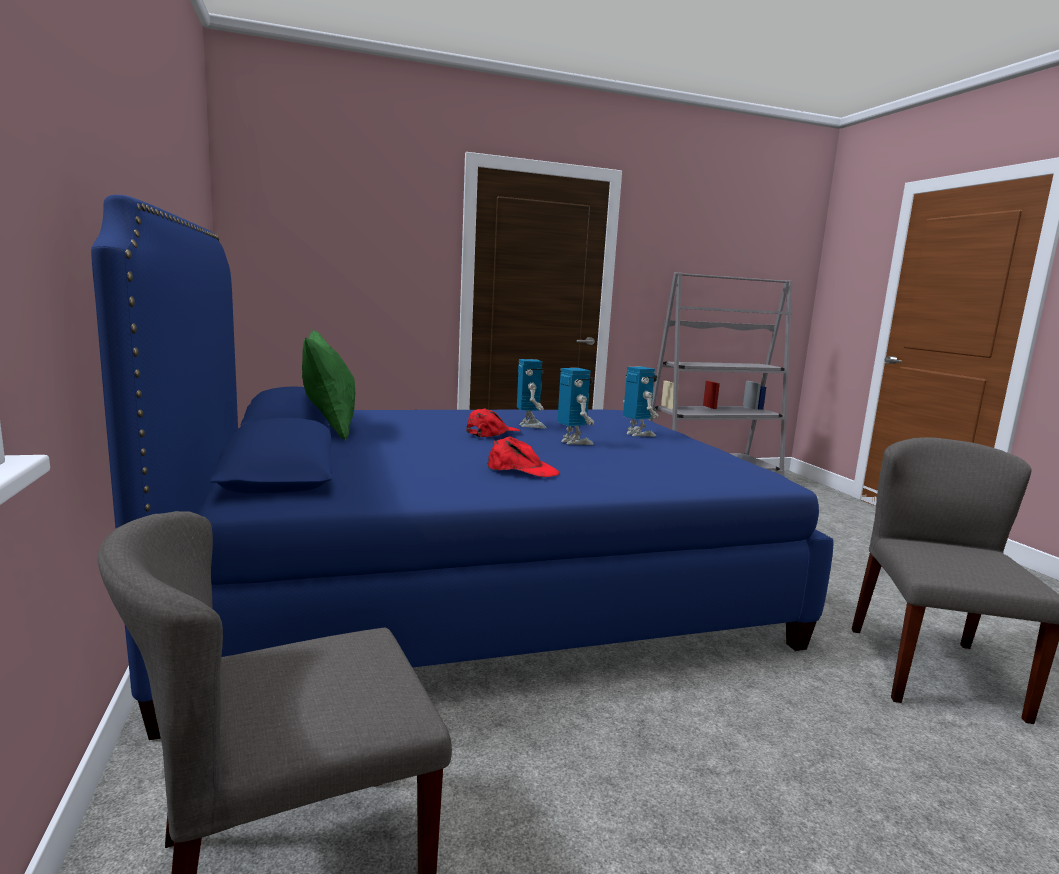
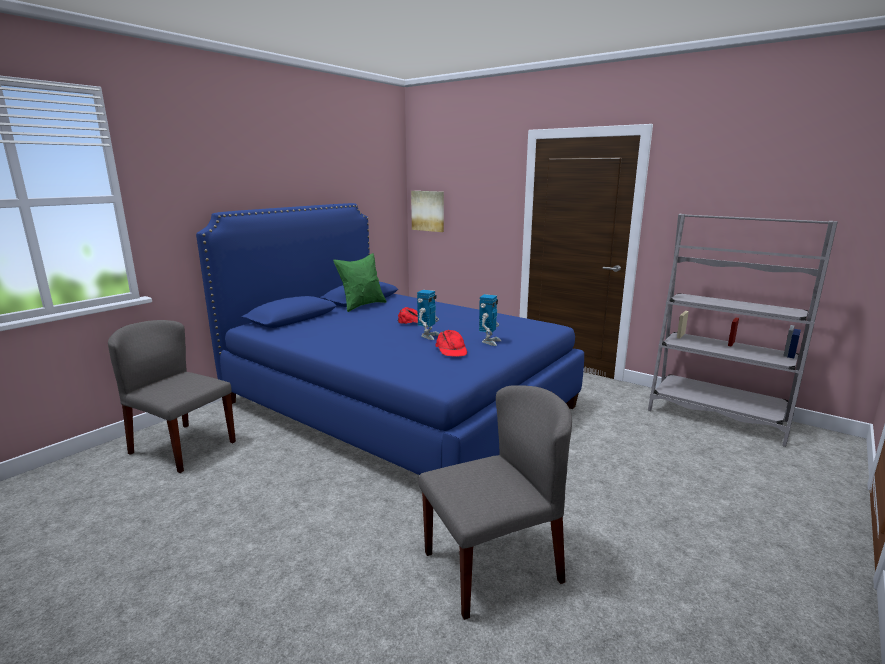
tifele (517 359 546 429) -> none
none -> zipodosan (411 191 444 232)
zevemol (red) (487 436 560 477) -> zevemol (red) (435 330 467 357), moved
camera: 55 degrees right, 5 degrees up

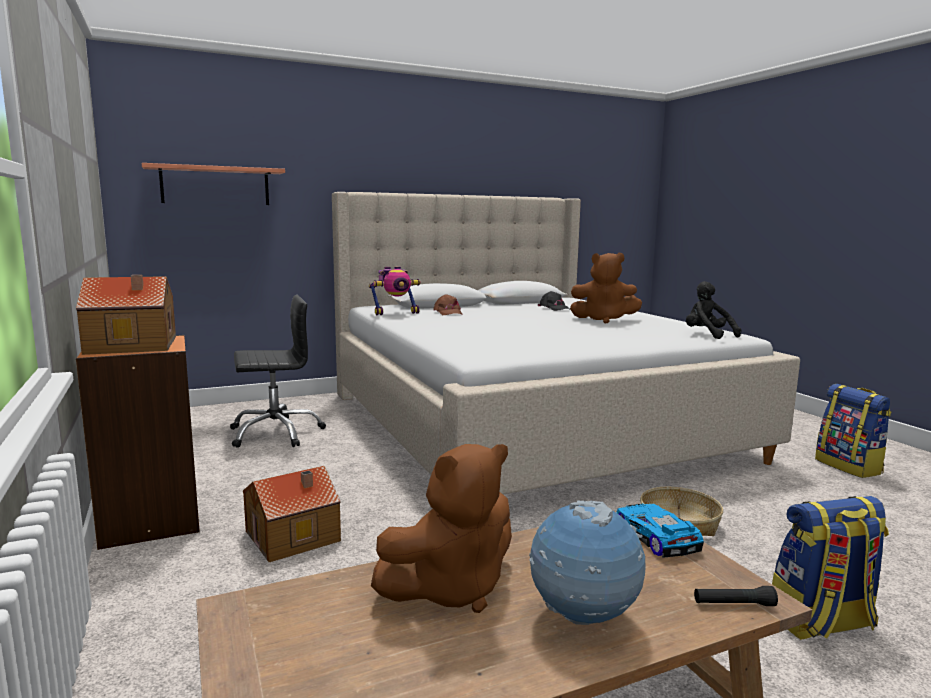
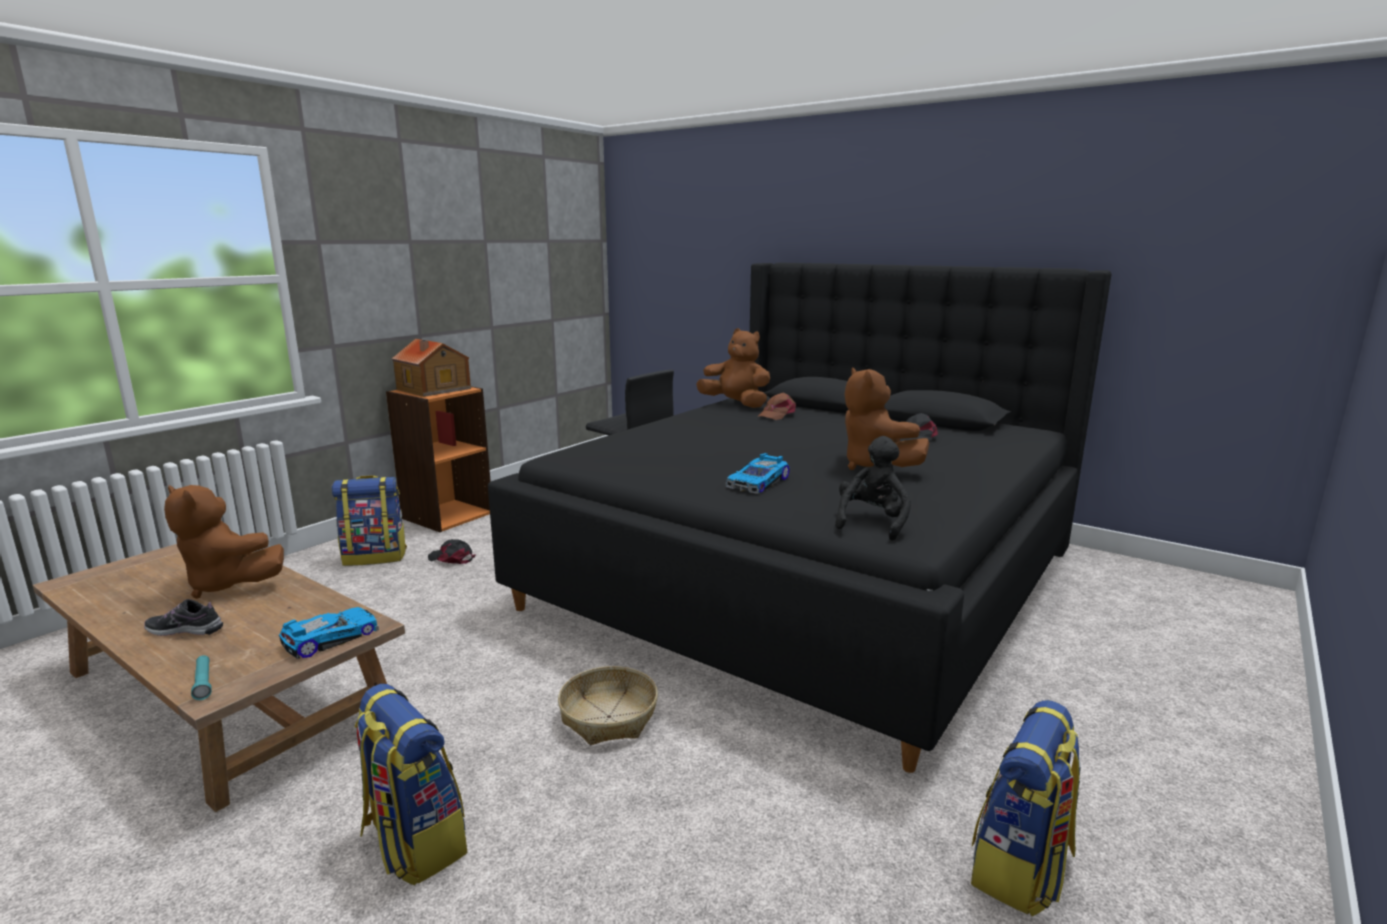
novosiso (142 163 285 205) -> none
none -> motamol (331 475 407 566)
none -> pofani (726 453 790 494)
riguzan (243 466 341 562) -> zevemol (black) (428 539 476 564)
tifele (369 267 421 315) -> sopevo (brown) (696 328 770 408)
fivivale (529 501 646 625) -> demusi (144 599 223 636)
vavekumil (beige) (332 192 800 494) -> vavekumil (black) (488 263 1112 773)
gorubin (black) (694 586 778 606) -> gorubin (turquoise) (191 655 211 700)
camera: 60 degrees right, 5 degrees up

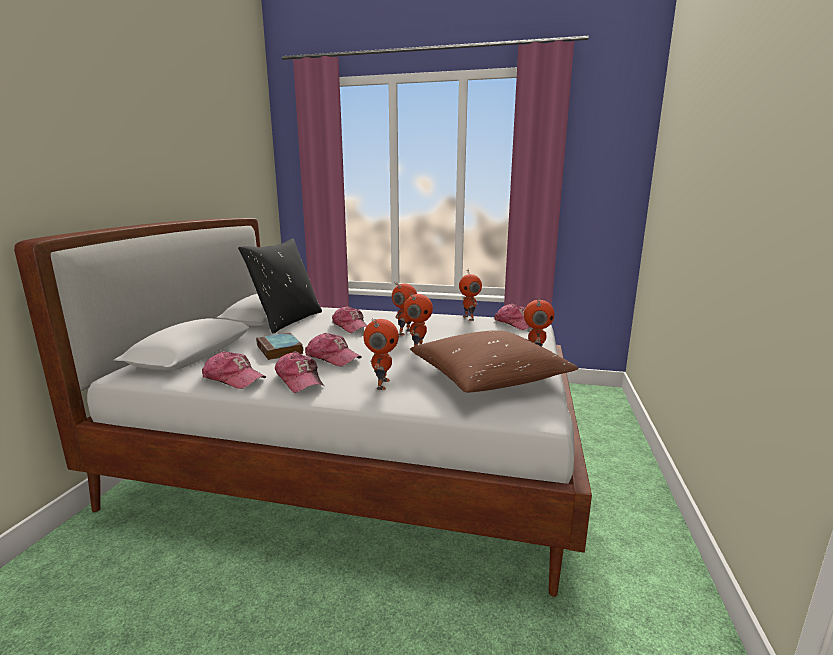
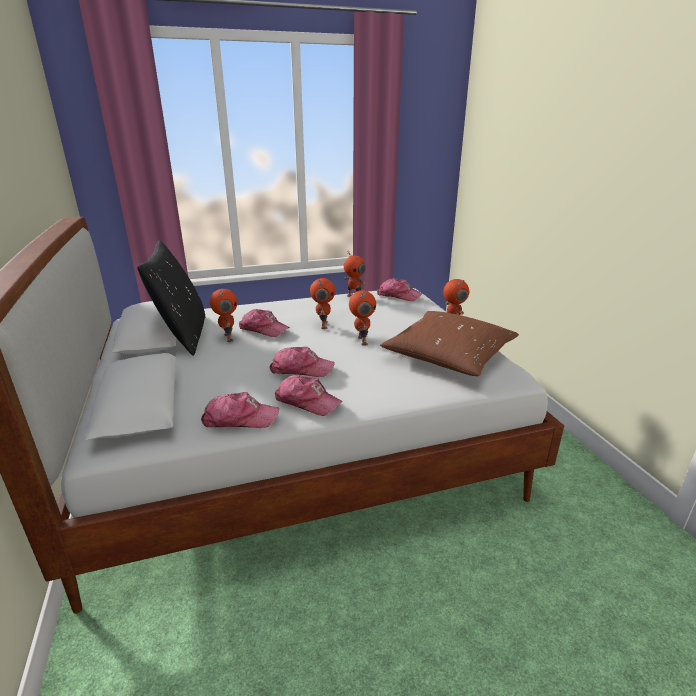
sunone (256 333 303 360) -> none
tifele (363 319 399 390) -> tifele (210 289 237 342), moved
camera: 30 degrees left, 10 degrees up

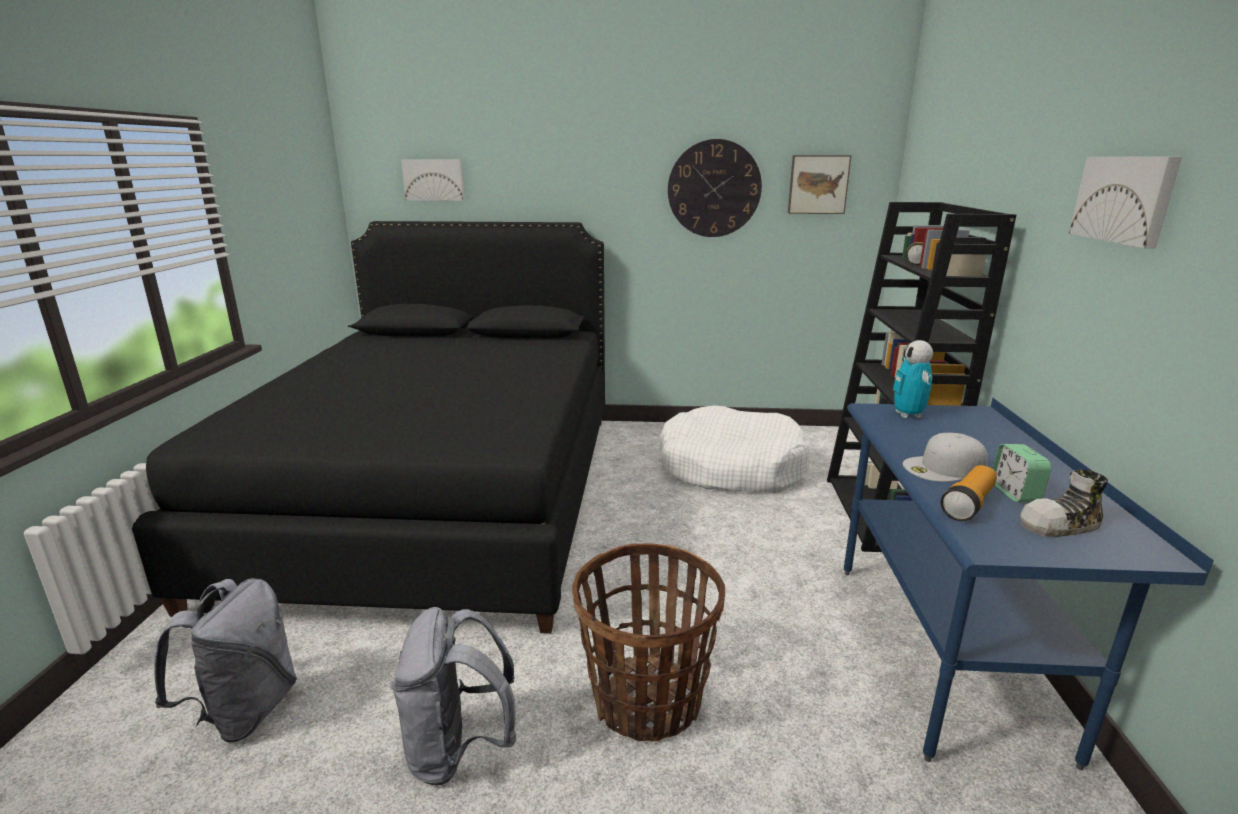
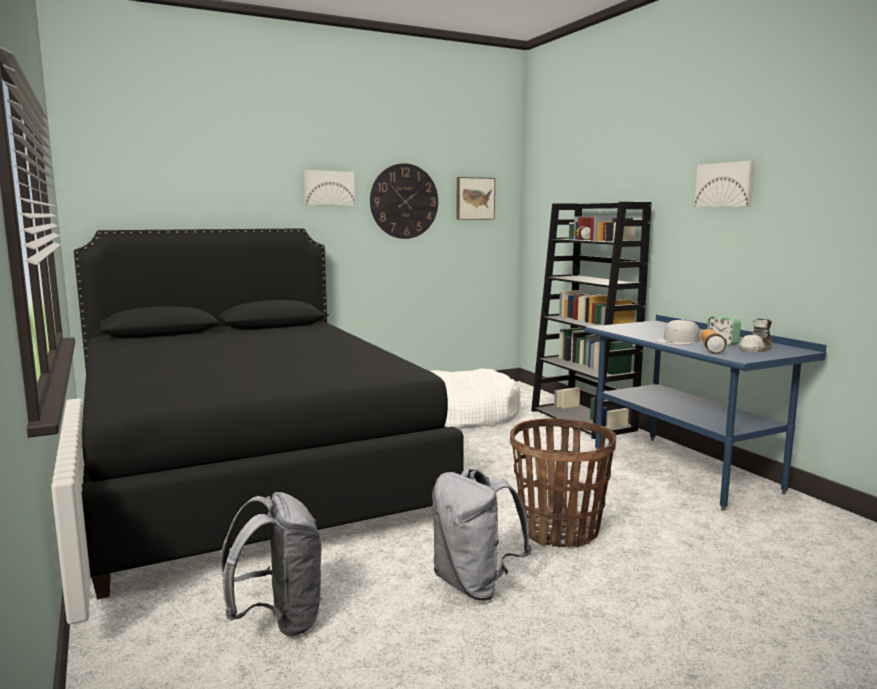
tifele (893 340 933 418) -> none
zipodosan (401 159 464 201) -> zipodosan (304 170 355 205), moved
camera: 30 degrees left, 10 degrees down

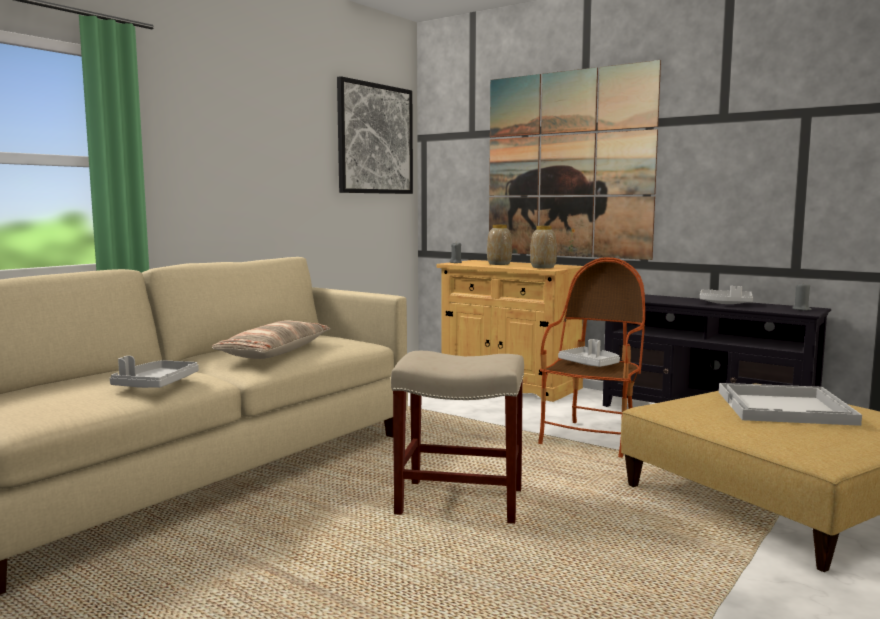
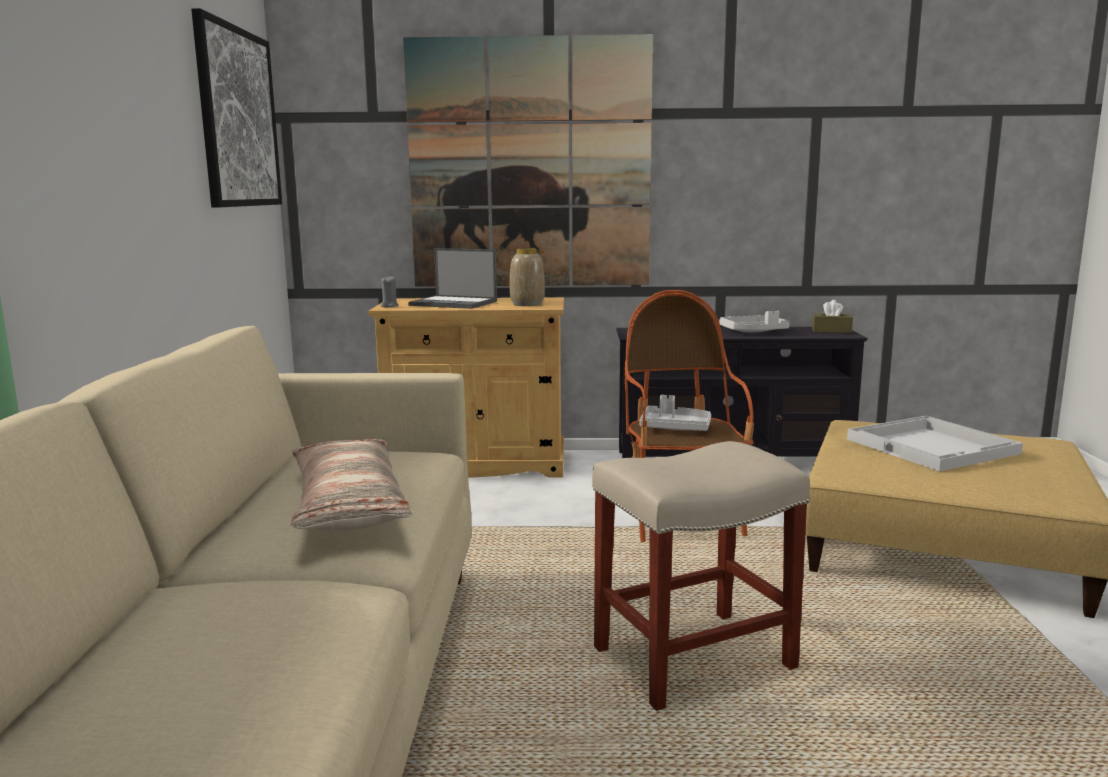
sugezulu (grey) (110 356 199 388) -> none
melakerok (487 225 512 265) -> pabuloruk (408 248 497 309)
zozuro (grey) (792 282 812 311) -> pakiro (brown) (812 300 853 333)
camera: 35 degrees left, 5 degrees up

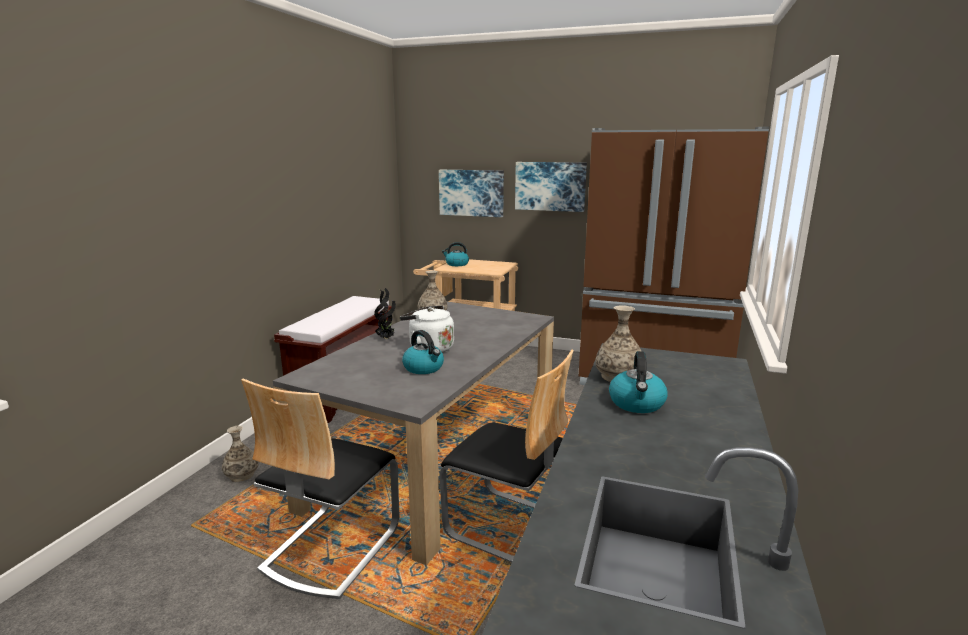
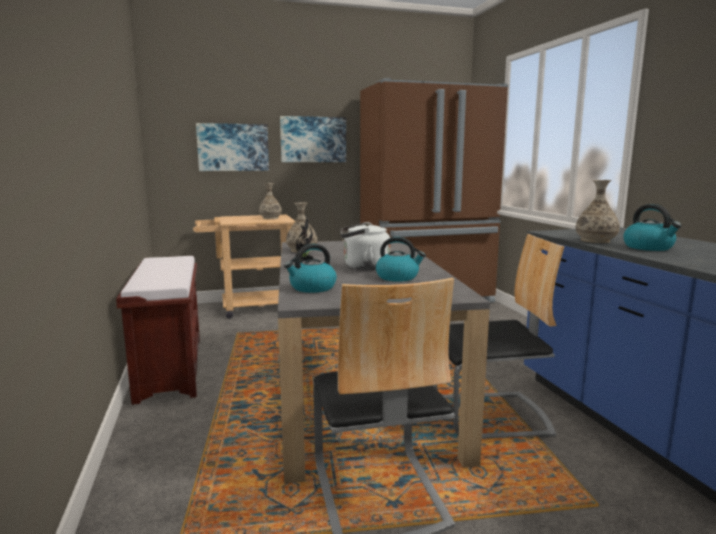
melakerok (222 426 259 482) -> melakerok (259 183 282 219), moved
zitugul (442 242 469 266) -> zitugul (284 244 337 293), moved
camera: 35 degrees left, 5 degrees down

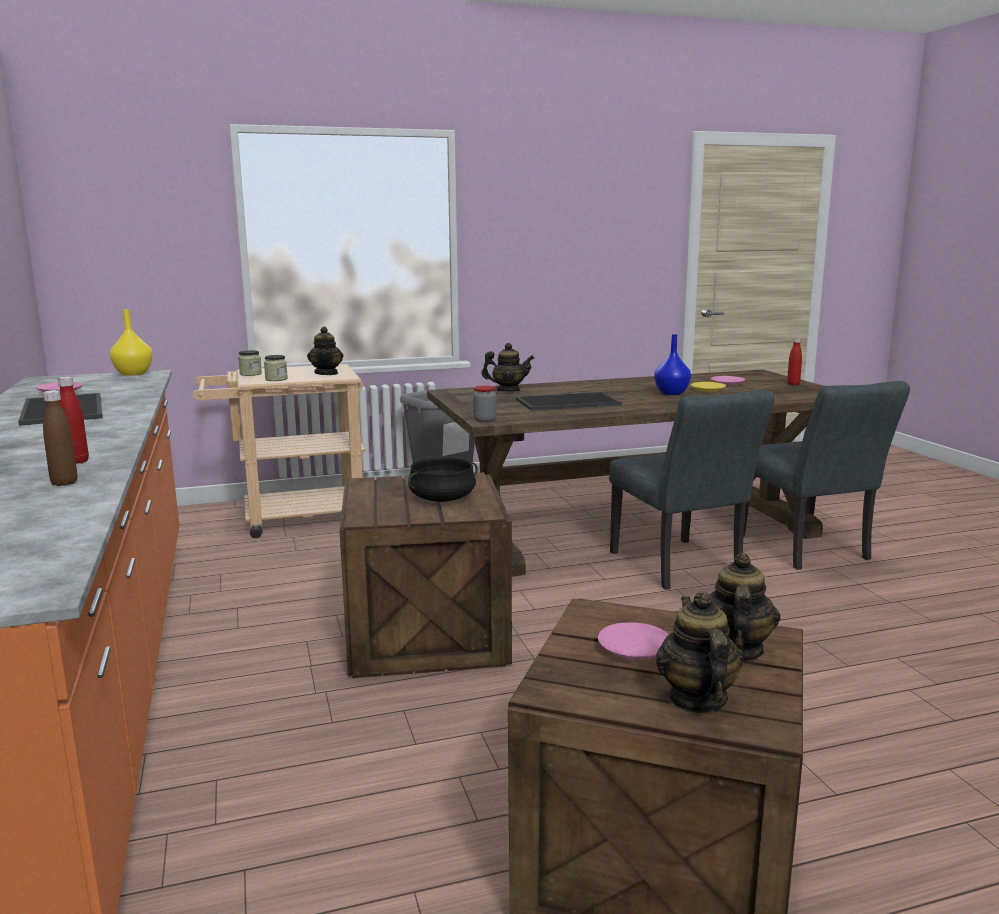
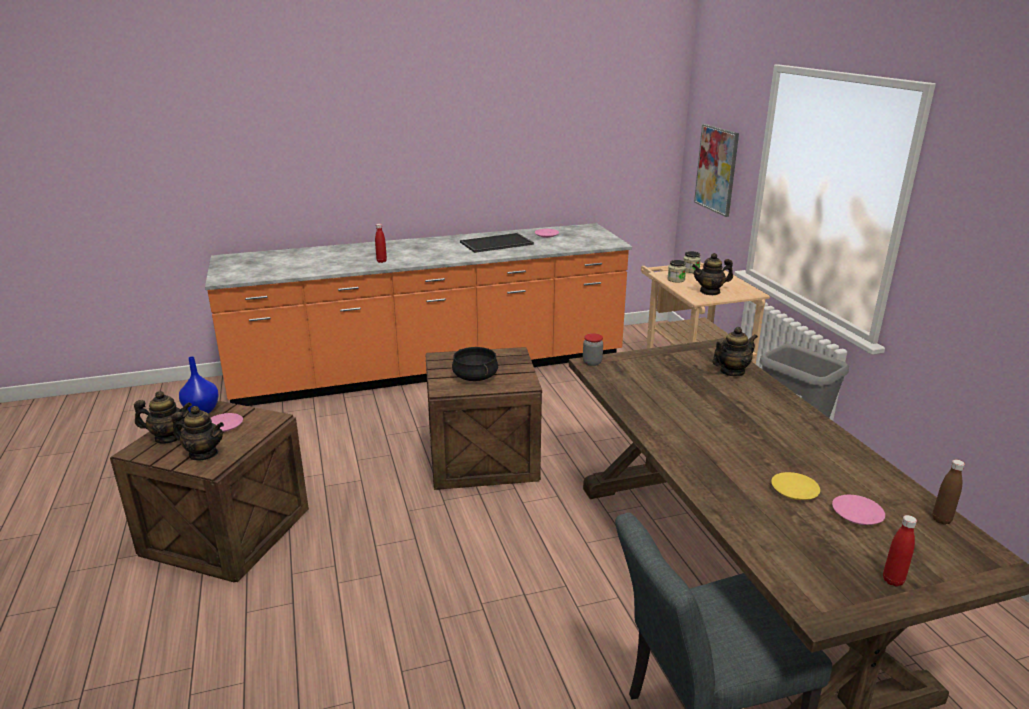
melakerok (yellow) (110 309 153 376) -> none
sugezulu (516 392 622 411) -> none
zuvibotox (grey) (609 389 774 590) -> none
none -> zipodosan (694 124 739 217)
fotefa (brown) (43 390 77 486) -> fotefa (brown) (932 460 965 525), moved
melakerok (blue) (654 334 691 395) -> melakerok (blue) (179 356 219 413), moved
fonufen (482 343 534 392) -> fonufen (713 327 758 376), 120 degrees counterclockwise
camera: 90 degrees right, 10 degrees up

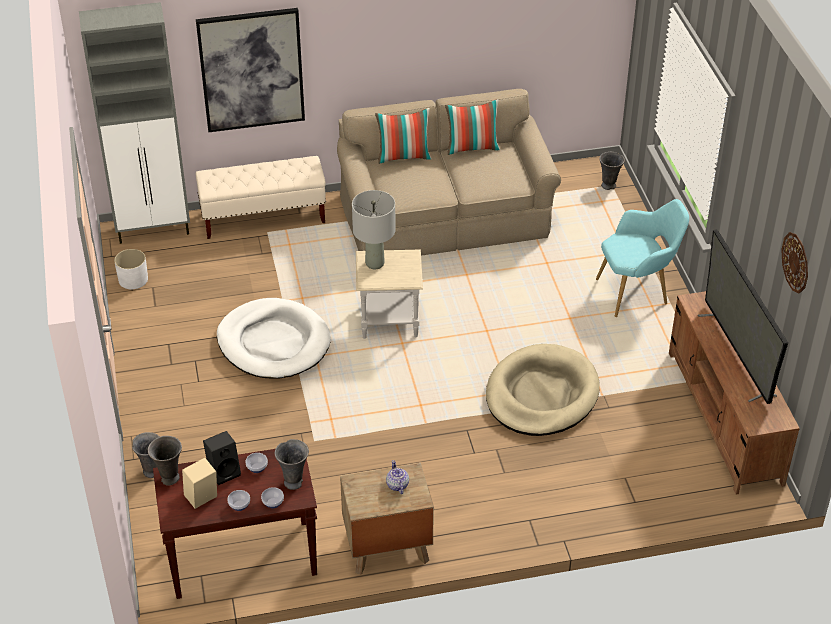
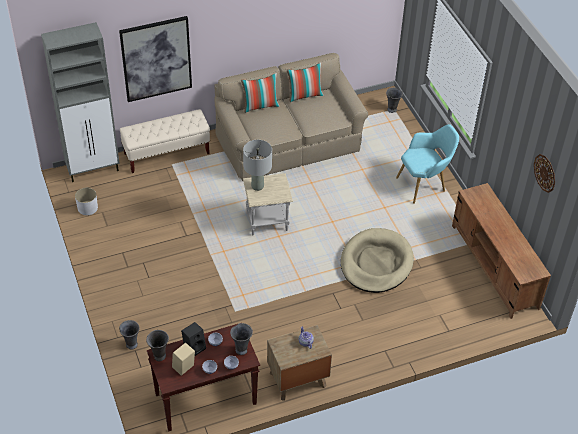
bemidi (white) (217 298 331 379) -> none
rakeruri (698 229 788 404) -> none
camera: 10 degrees left, 5 degrees up

